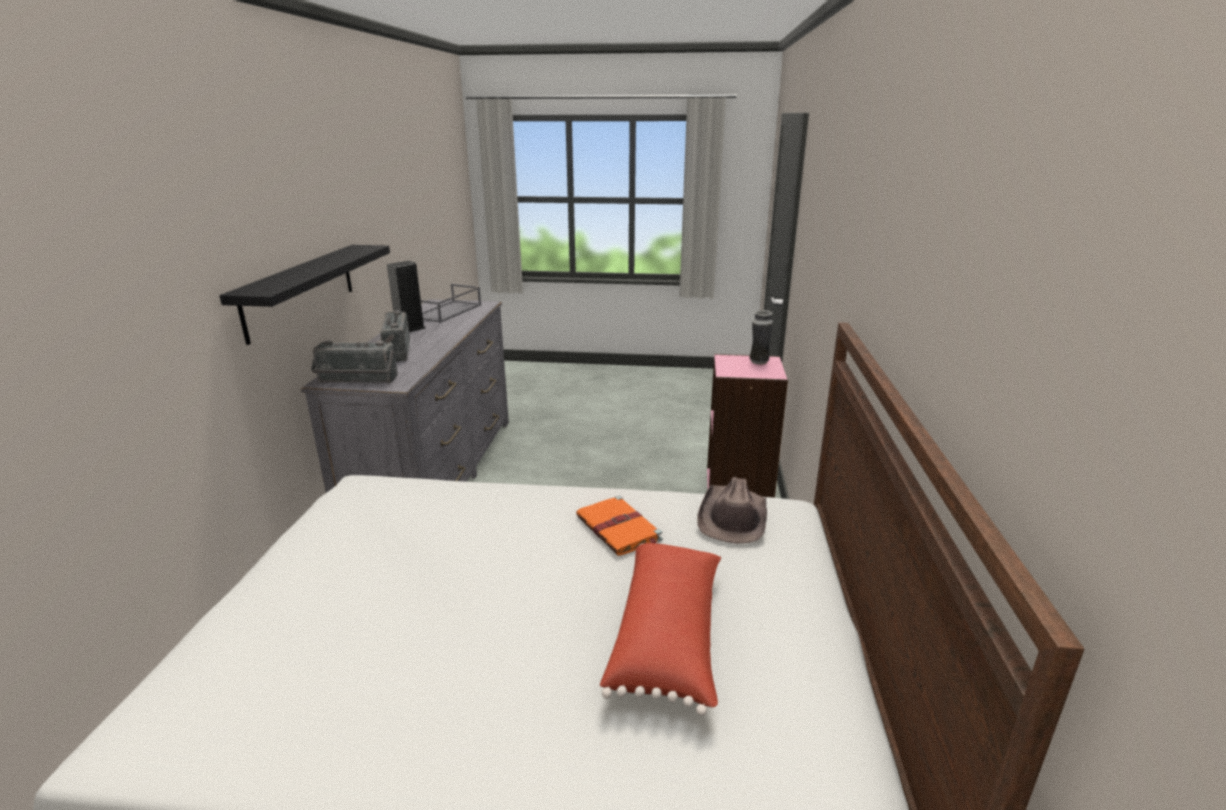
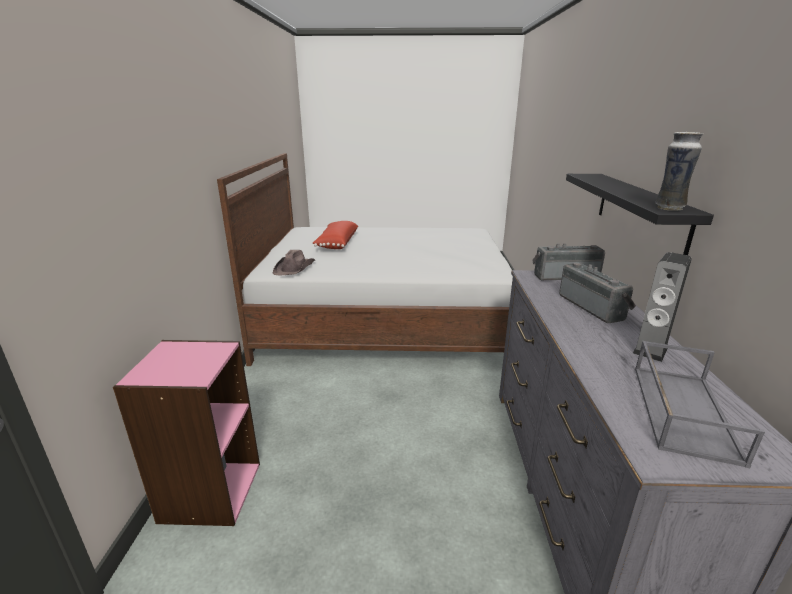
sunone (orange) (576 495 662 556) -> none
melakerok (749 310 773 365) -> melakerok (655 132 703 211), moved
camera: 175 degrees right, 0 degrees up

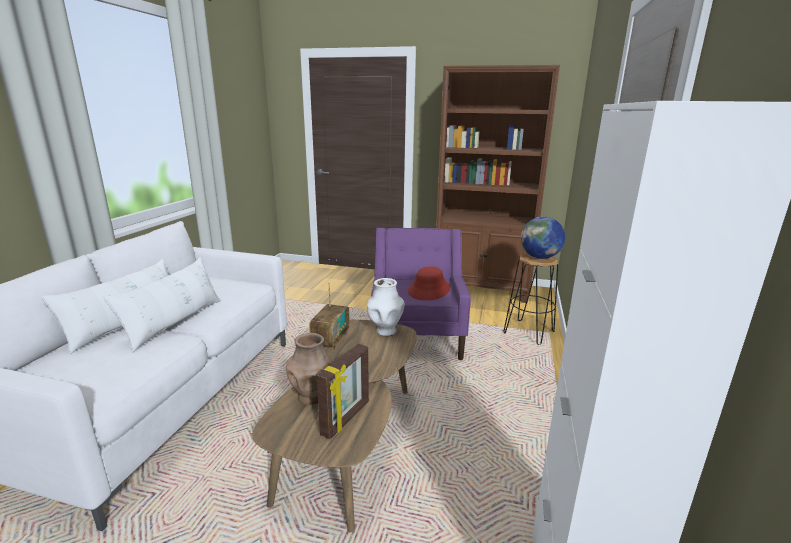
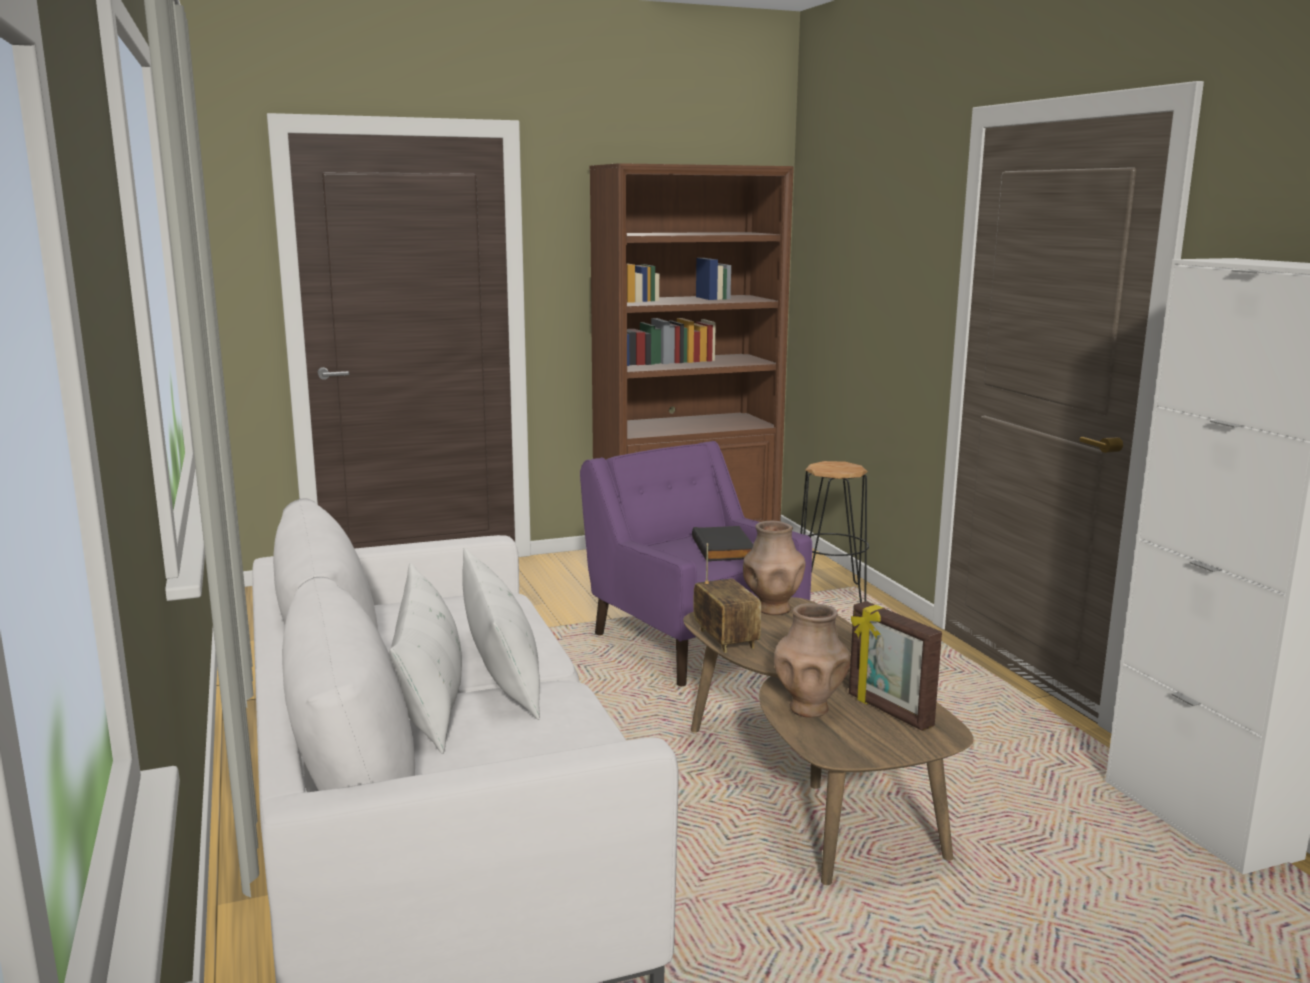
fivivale (521 217 565 259) -> none
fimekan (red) (408 266 450 300) -> sunone (black) (692 526 753 562)
melakerok (white) (367 278 405 336) -> melakerok (brown) (743 521 806 615)
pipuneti (316 344 369 439) -> pipuneti (849 601 942 731), 150 degrees clockwise
camera: 35 degrees left, 5 degrees down

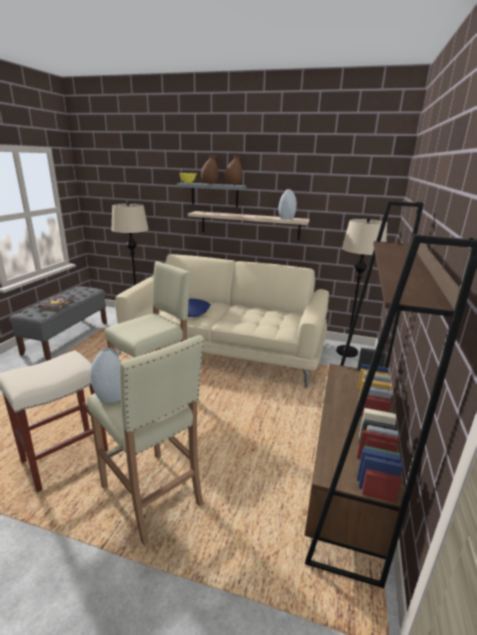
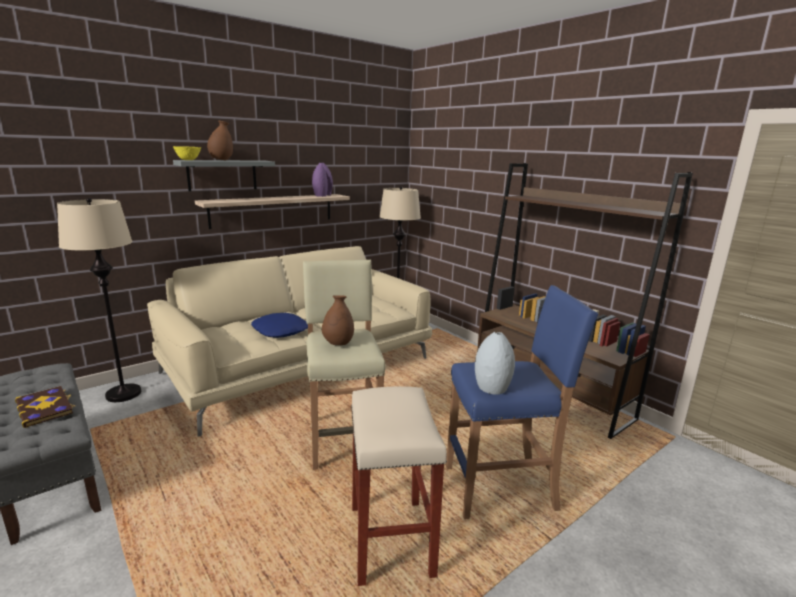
melakerok (brown) (224 155 242 185) -> melakerok (brown) (322 295 354 345), moved
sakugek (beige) (87 335 205 546) -> sakugek (blue) (446 285 598 519)
melakerok (grey) (279 189 297 219) -> melakerok (purple) (312 163 333 197)
camera: 55 degrees left, 5 degrees down

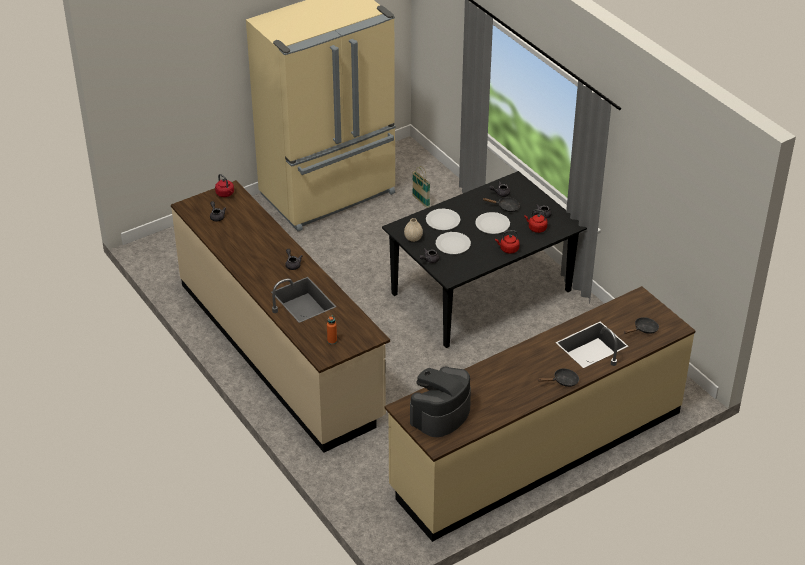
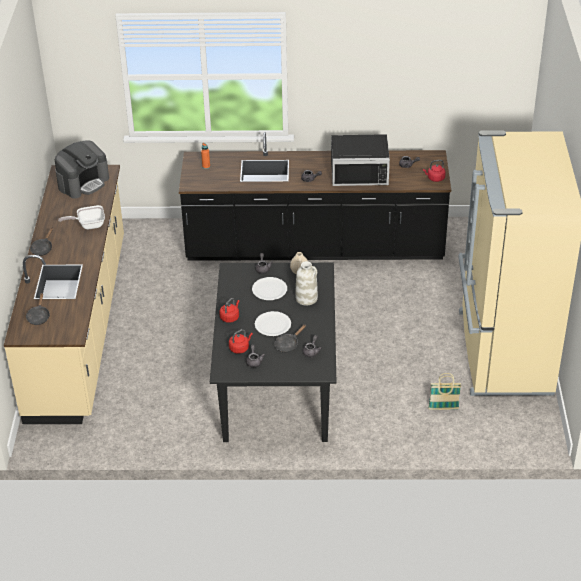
none -> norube (58 205 105 229)
none -> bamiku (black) (331 134 390 186)
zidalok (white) (426 208 460 230) -> melakerok (white) (296 261 318 306)
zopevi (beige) (171 180 390 453) -> zopevi (black) (179 132 451 261)
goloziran (410 367 471 437) -> goloziran (55 140 109 198), 60 degrees clockwise
camera: 125 degrees right, 0 degrees up

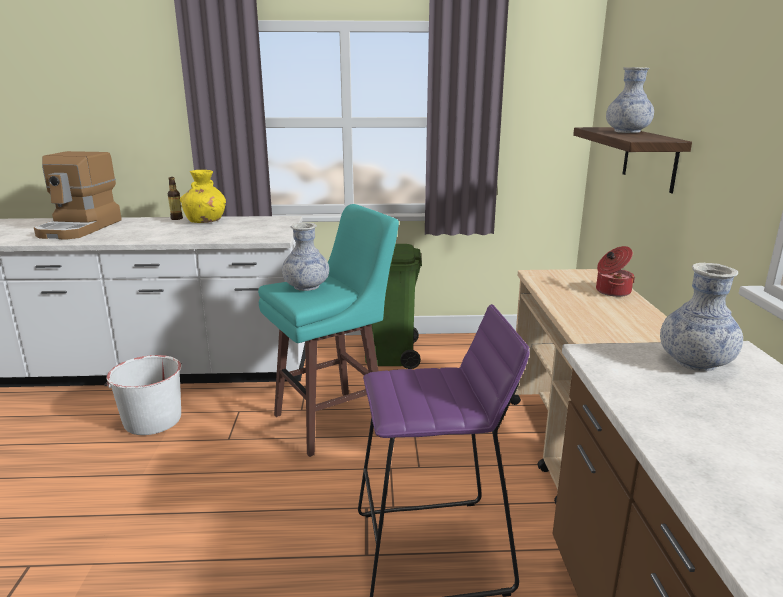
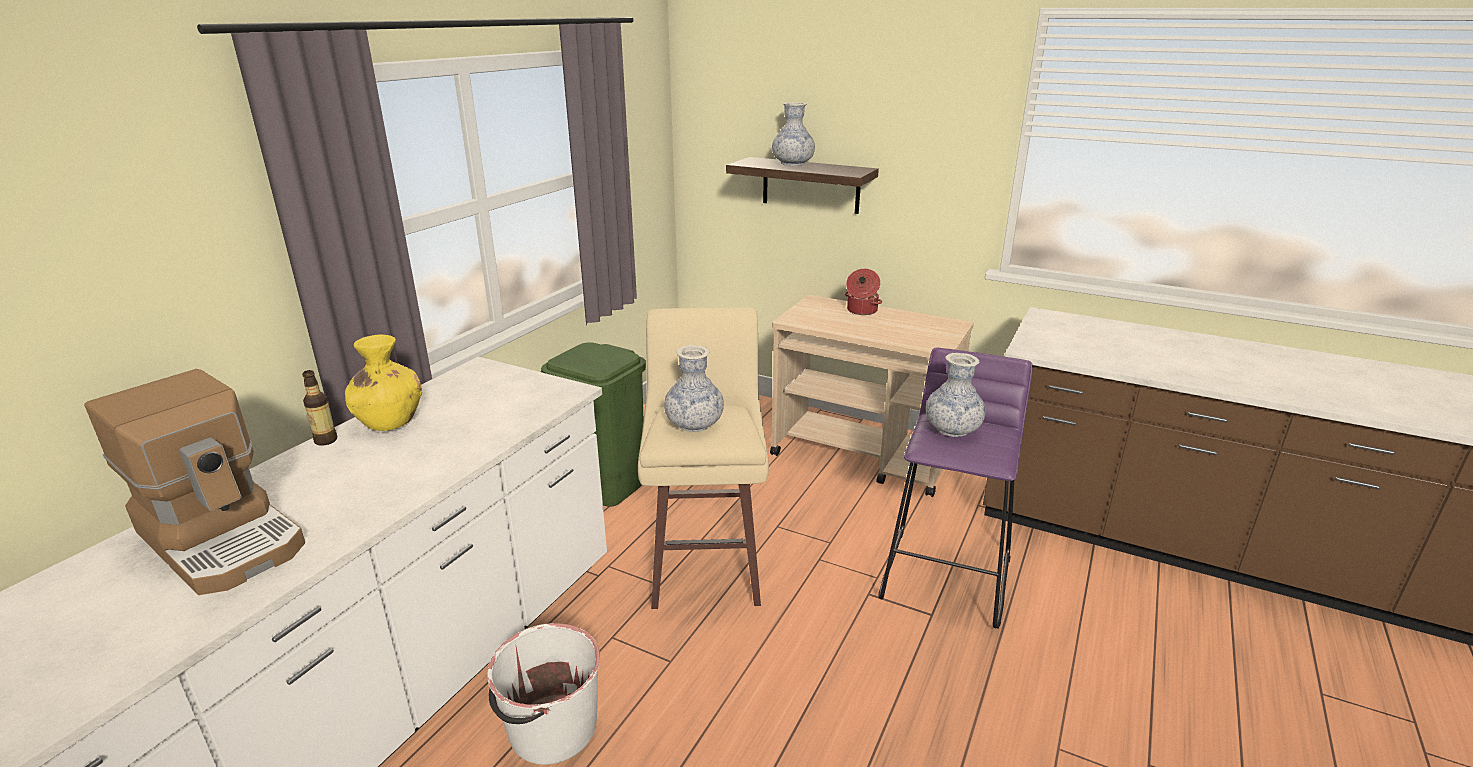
melakerok (660 263 743 371) -> melakerok (926 353 986 437), moved
sakugek (turquoise) (258 204 399 457) -> sakugek (beige) (638 307 769 609)
camera: 60 degrees left, 5 degrees up

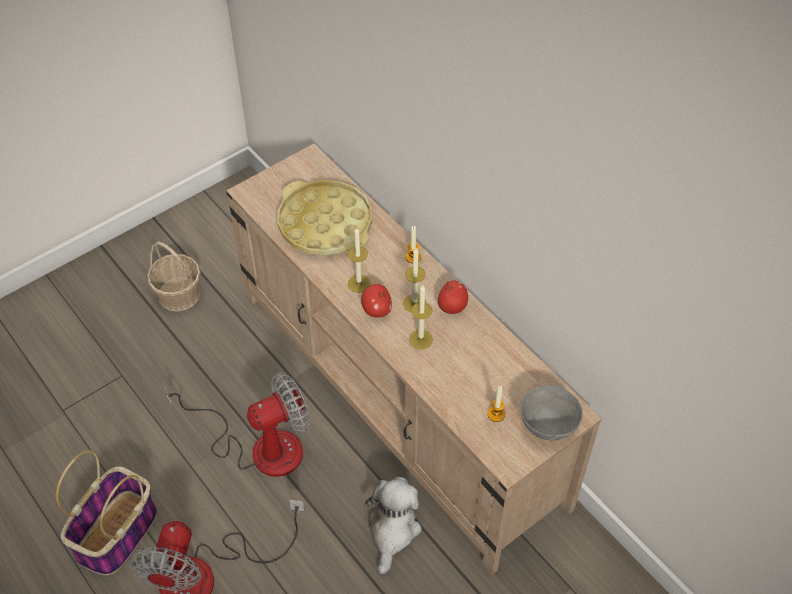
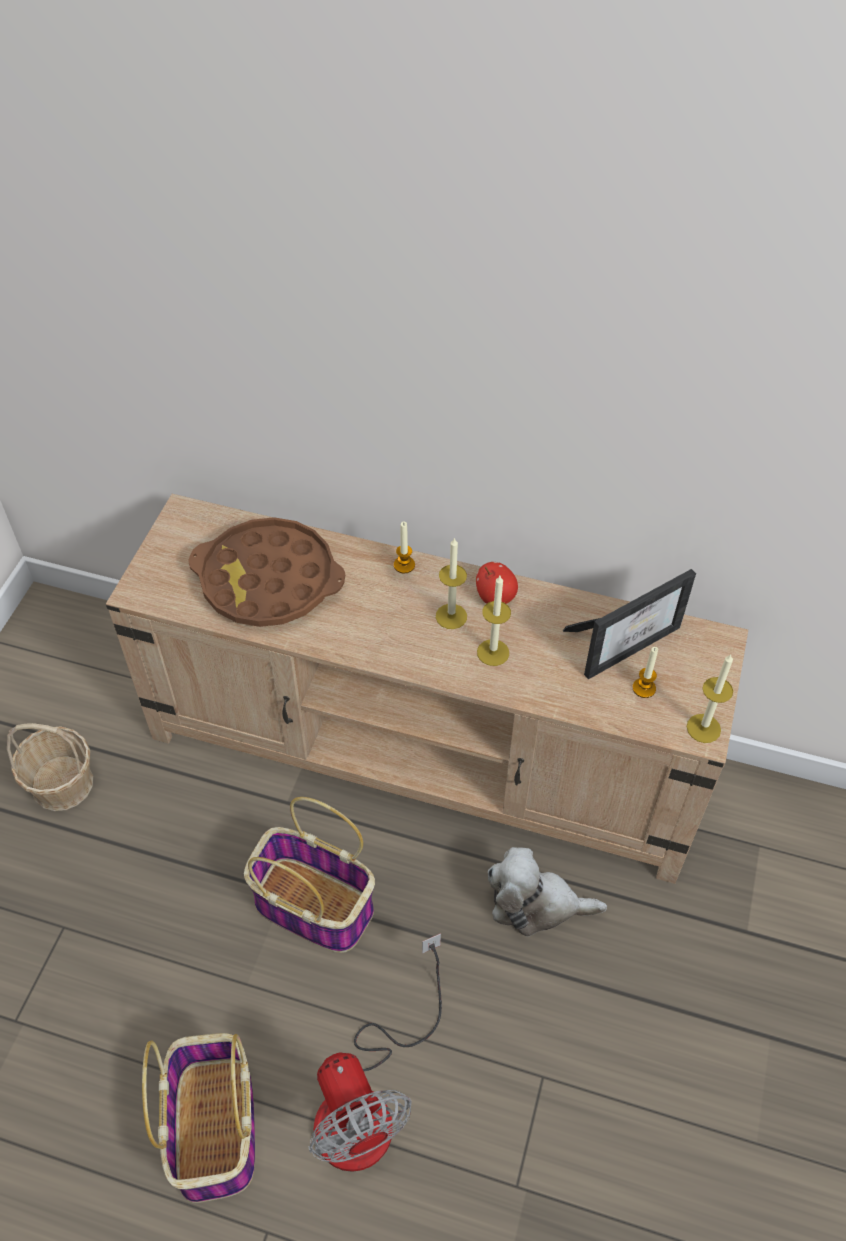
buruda (361 284 392 318) -> none
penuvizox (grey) (521 385 583 441) -> none
none -> pipuneti (563 569 696 679)
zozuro (348 227 371 293) -> zozuro (687 654 733 743), moved
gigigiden (164 372 310 477) -> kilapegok (244 797 375 953)
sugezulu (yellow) (277 180 372 255) -> sugezulu (brown) (188 517 345 627)
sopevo (364 477 422 574) -> sopevo (488 847 607 937), 60 degrees counterclockwise
camera: 35 degrees left, 0 degrees up

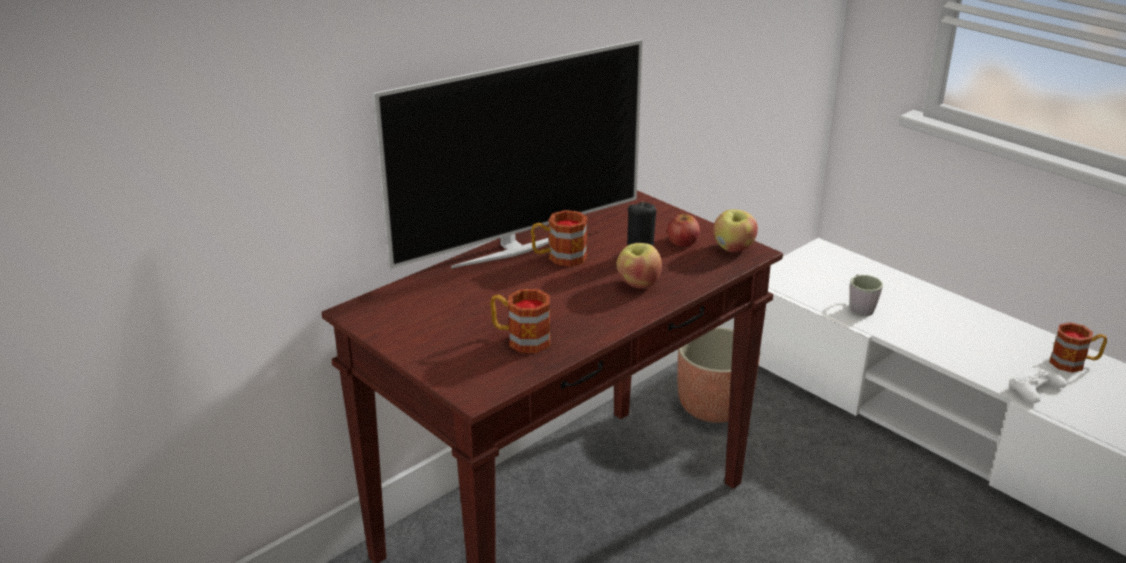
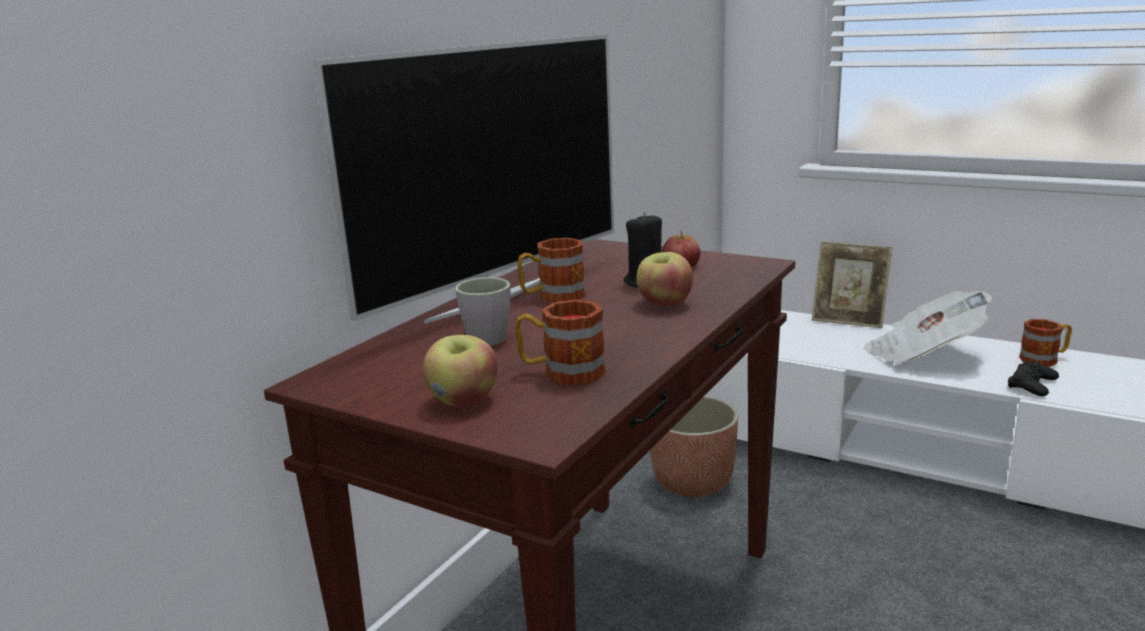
none -> pipuneti (812 241 892 328)
none -> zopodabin (864 291 993 365)
buruda (713 209 758 252) -> buruda (423 335 498 407), moved
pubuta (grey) (850 274 883 316) -> pubuta (grey) (455 277 510 346), moved
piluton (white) (1009 365 1067 403) -> piluton (black) (1008 361 1059 396)
camera: 15 degrees left, 10 degrees down

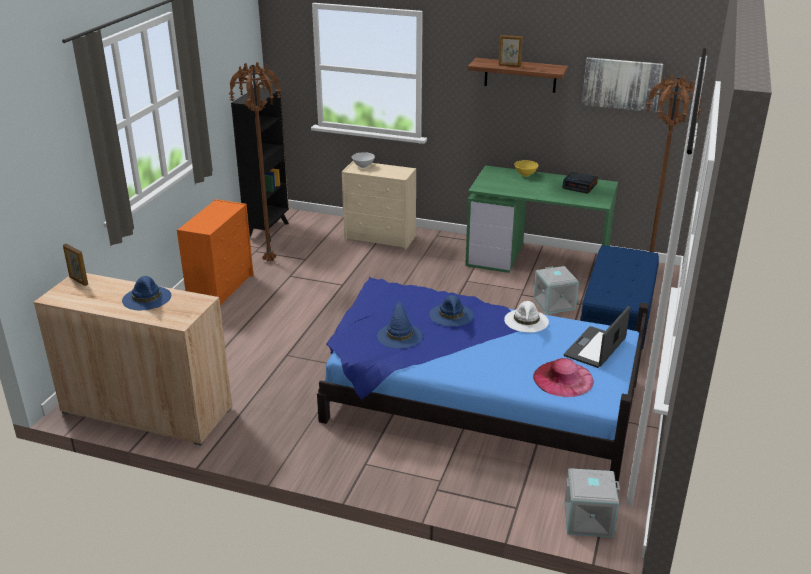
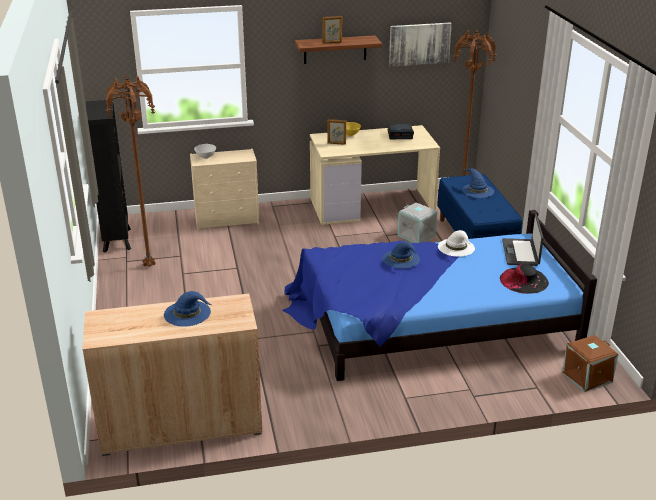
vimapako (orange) (177 199 254 305) -> none
pipuneti (63 244 88 286) -> pipuneti (327 119 346 145), moved
fimekan (blue) (377 301 423 348) -> fimekan (blue) (462 168 494 198), moved
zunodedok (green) (465 165 618 273) -> zunodedok (beige) (310 125 440 225)
fimekan (pink) (533 358 594 397) -> fimekan (black) (500 264 549 294)
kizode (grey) (564 468 620 538) -> kizode (brown) (562 335 619 392)
camera: 30 degrees left, 0 degrees up

